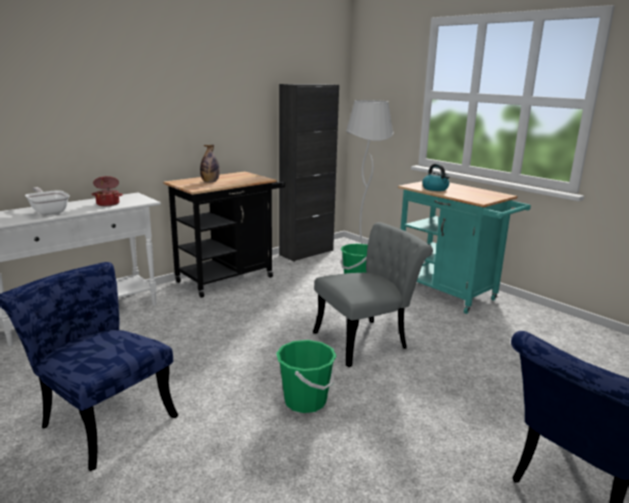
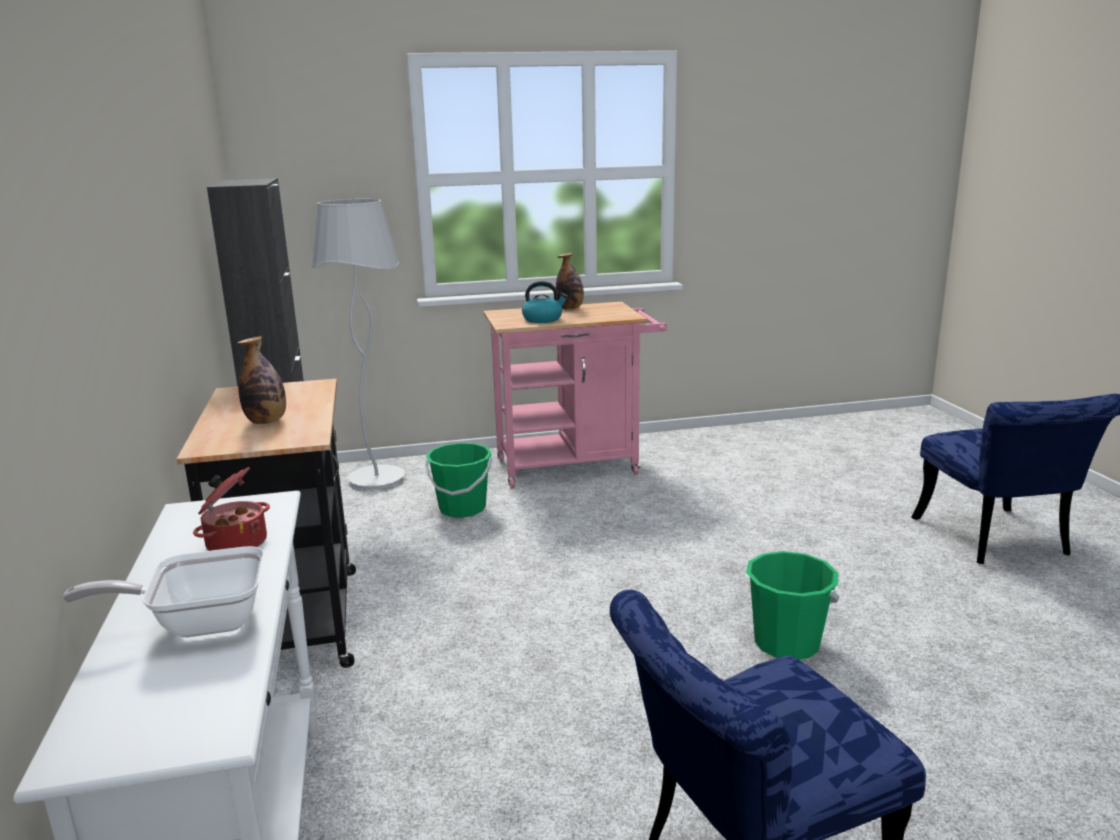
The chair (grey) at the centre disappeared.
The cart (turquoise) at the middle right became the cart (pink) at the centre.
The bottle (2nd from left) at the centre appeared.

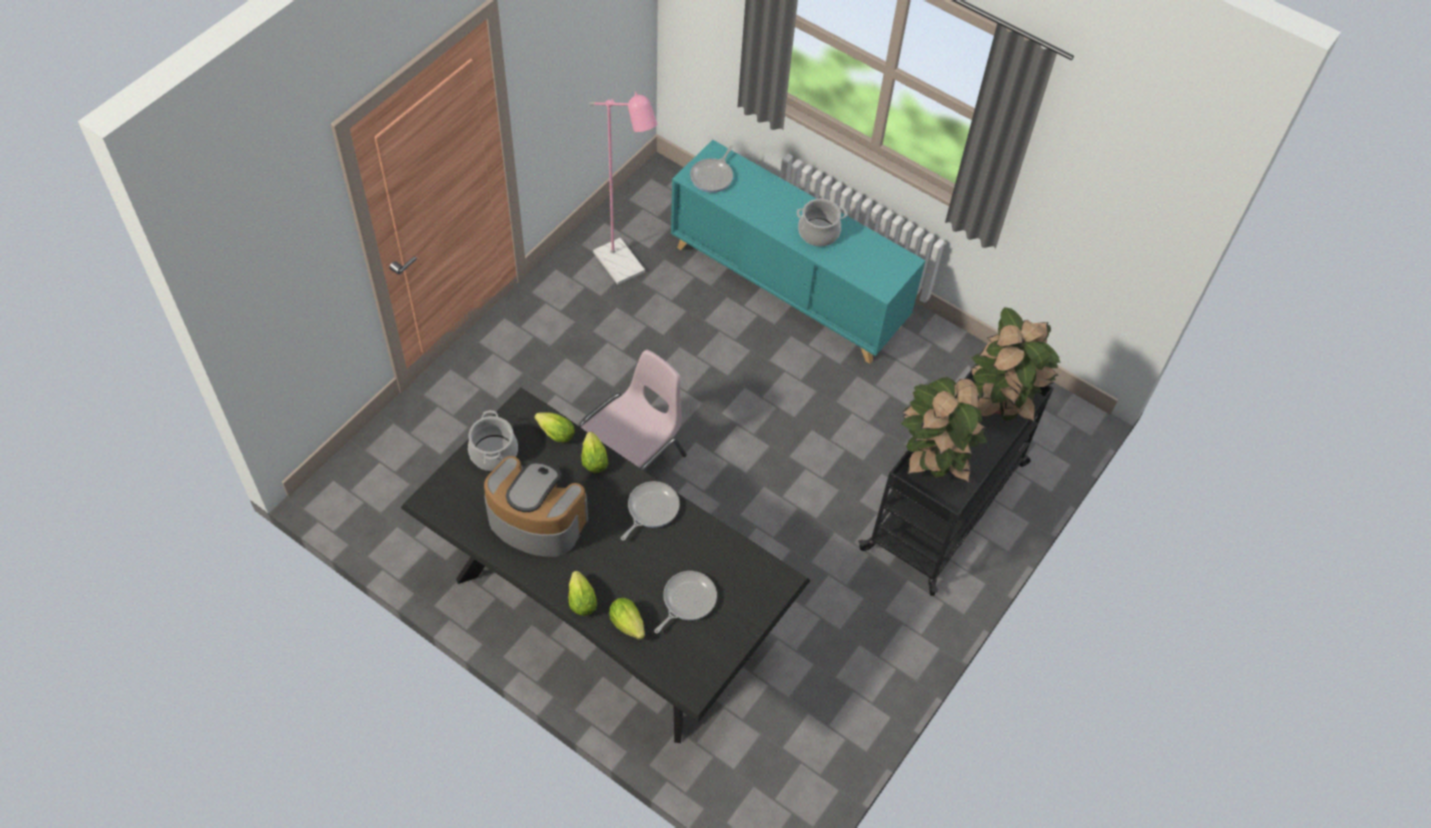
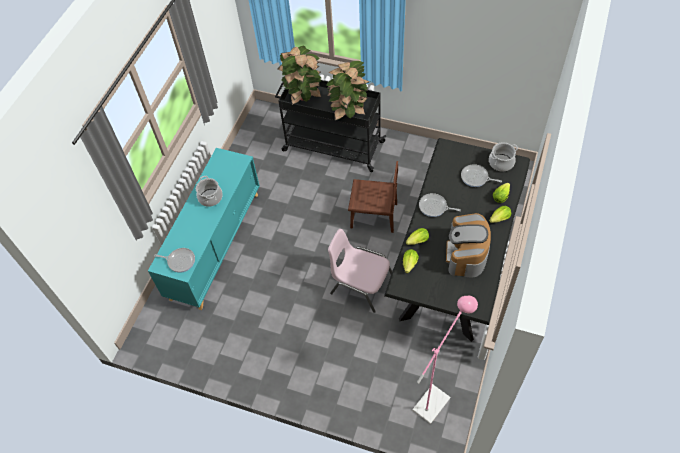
The cooking pot (1st from left in the first image) moved from the centre to the middle right.
The floor lamp (pink) moved from the top centre to the bottom centre.
The chair (brown) at the centre appeared.

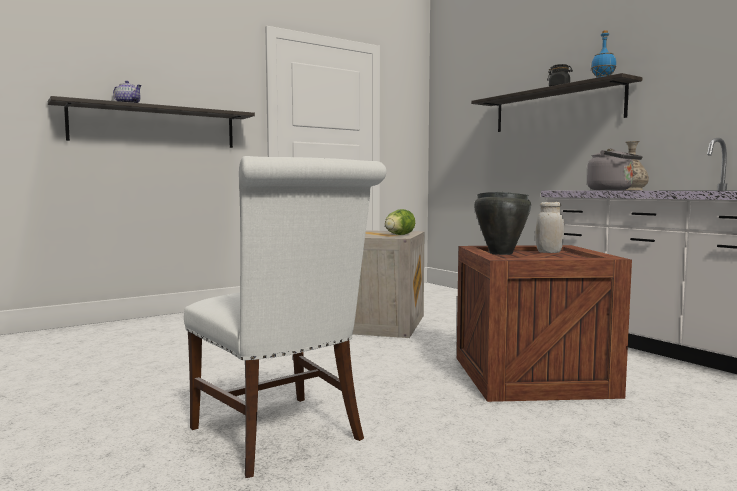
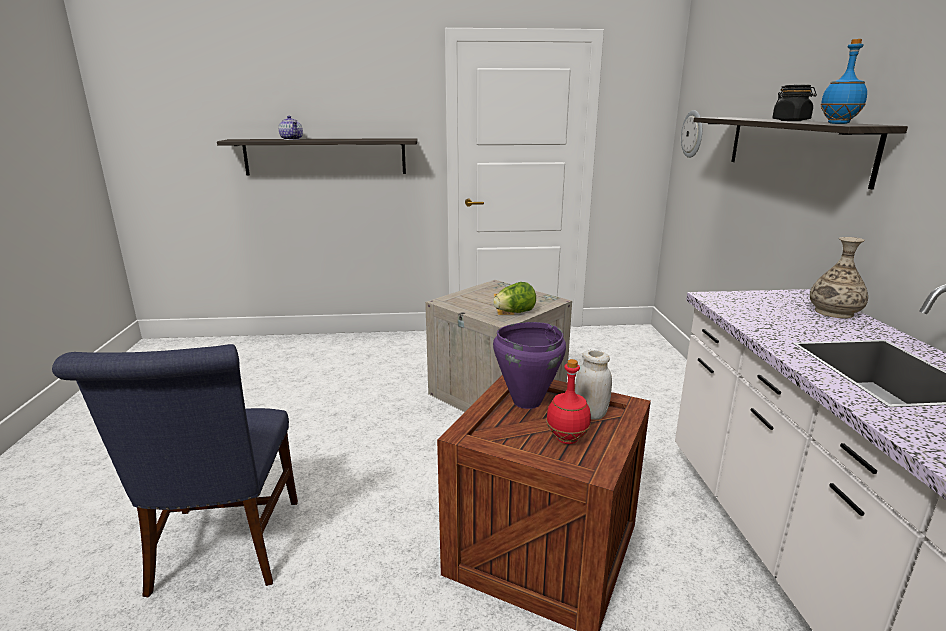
The chair (white) at the centre became the chair (blue) at the bottom left.
The cooking pot (black) at the middle right became the cooking pot (purple) at the centre.
The kettle (grey) at the middle right disappeared.
The bottle (red) at the centre appeared.
The wall clock at the top right appeared.

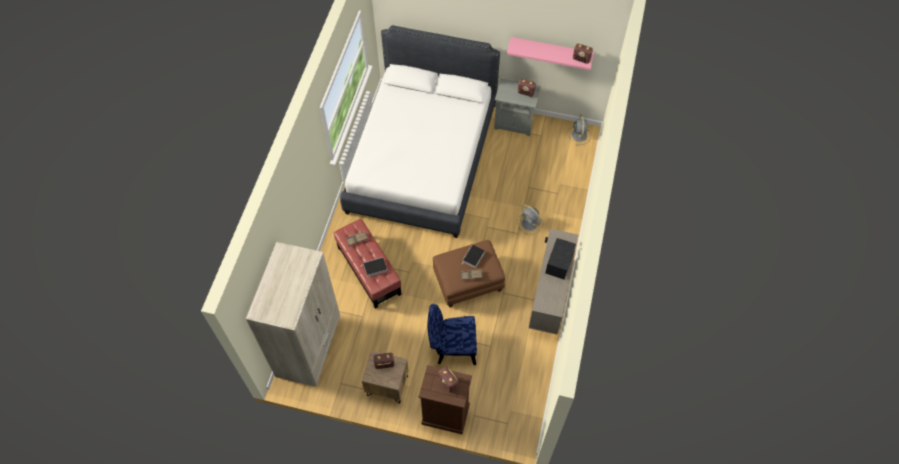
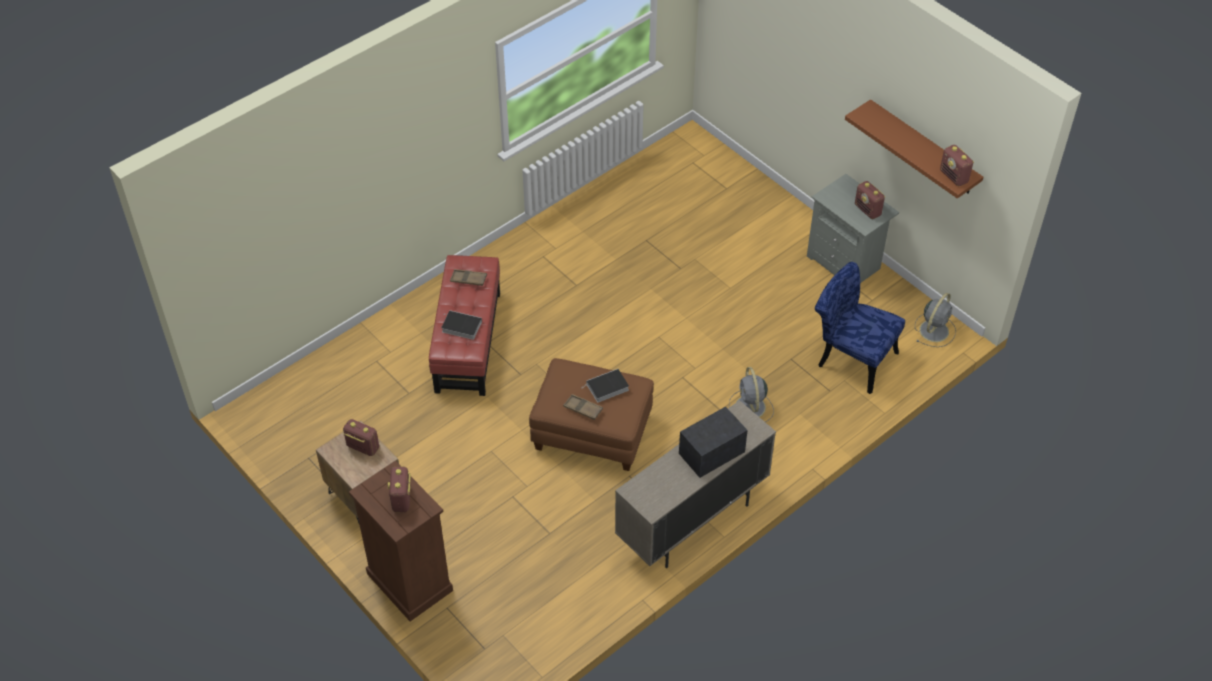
The wardrobe (beige) at the bottom left disappeared.
The bed (white) at the top centre disappeared.
The chair (blue) moved from the bottom centre to the middle right.
The shelf (pink) at the top centre became the shelf (brown) at the top right.

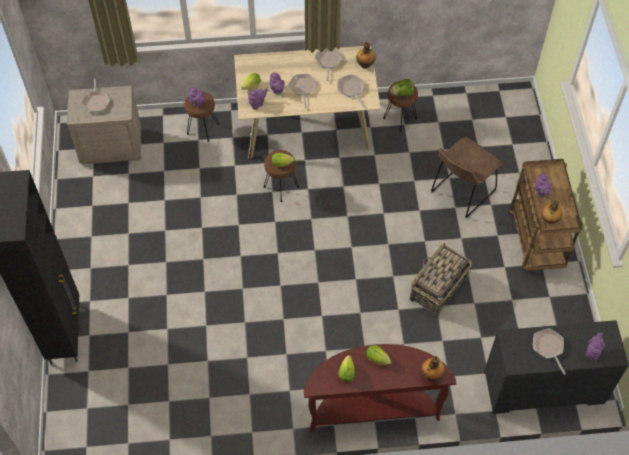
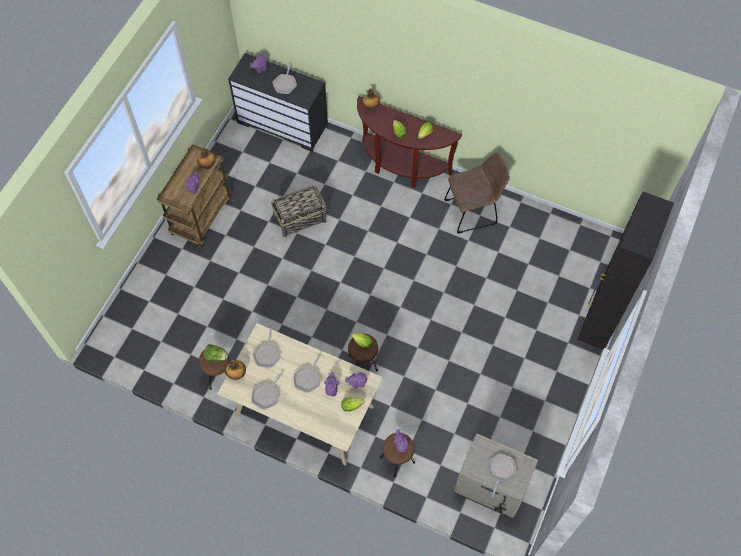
The chair (brown) moved from the middle right to the centre.

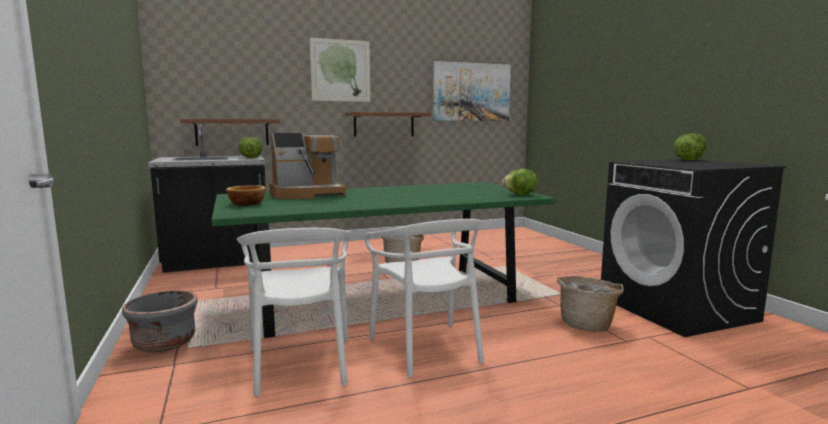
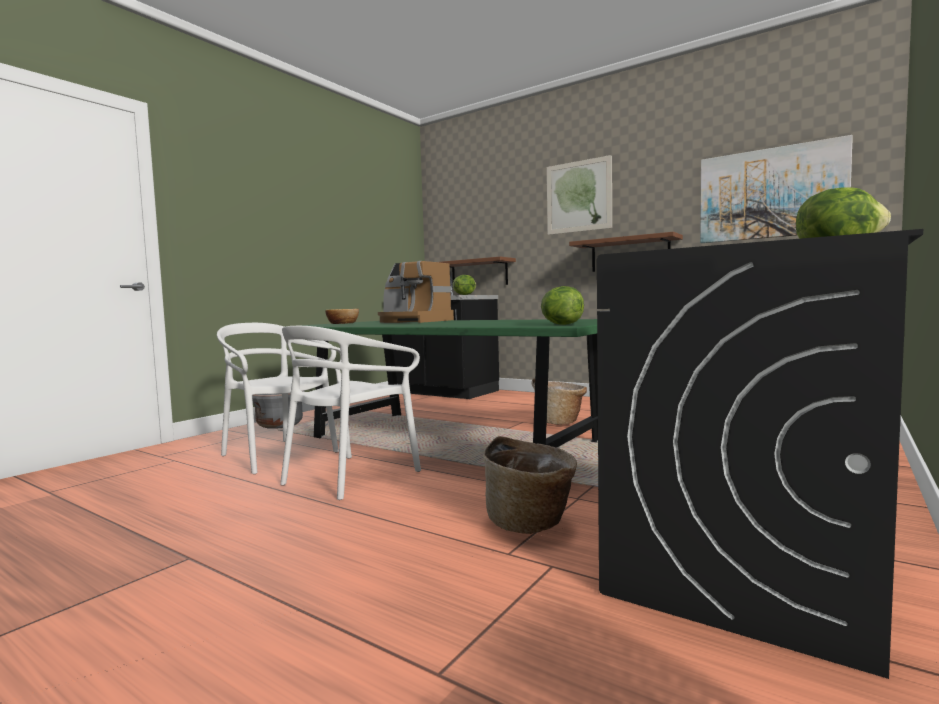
The chair (white) (1st from left) at the bottom centre turned 90 degrees clockwise.

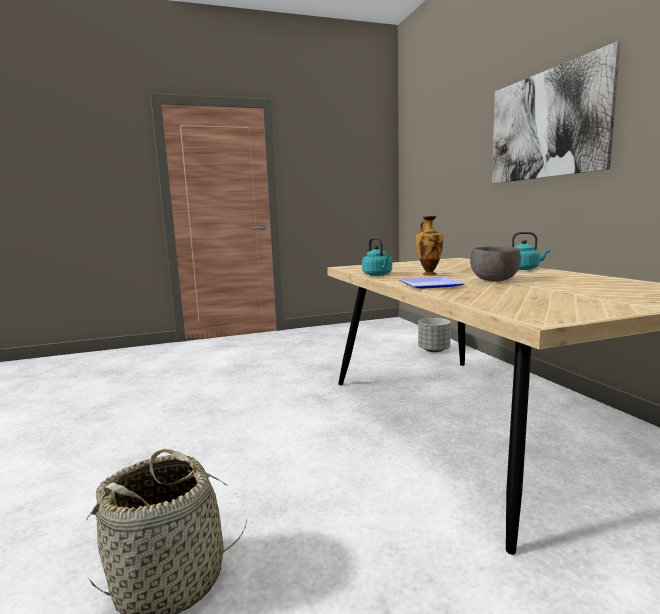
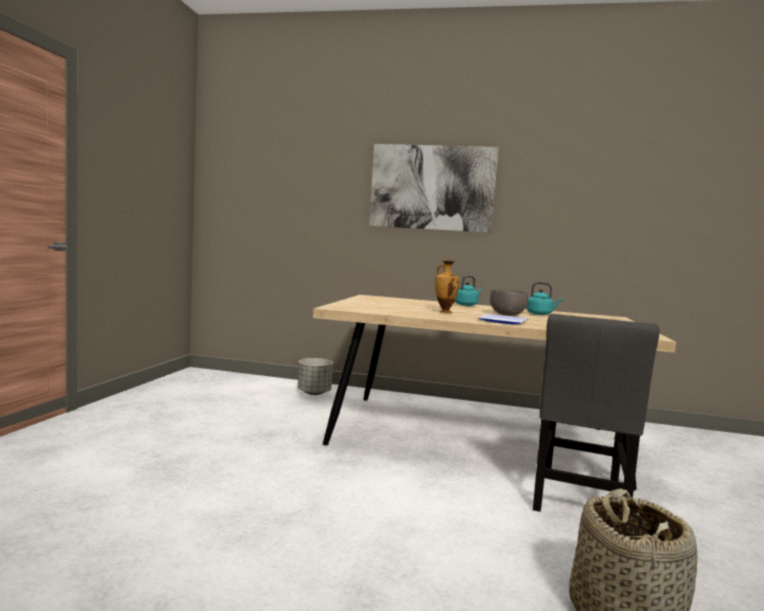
The kettle (turquoise) (1st from left in the first image) moved from the centre to the middle right.
The chair (grey) at the bottom right appeared.

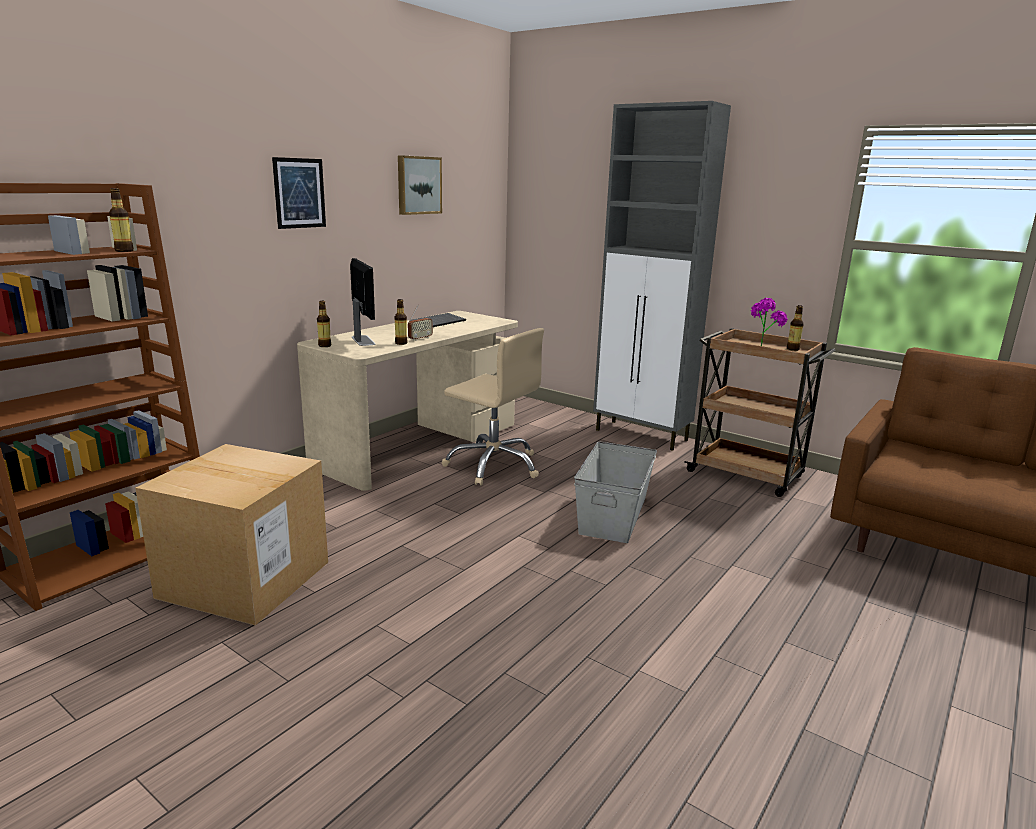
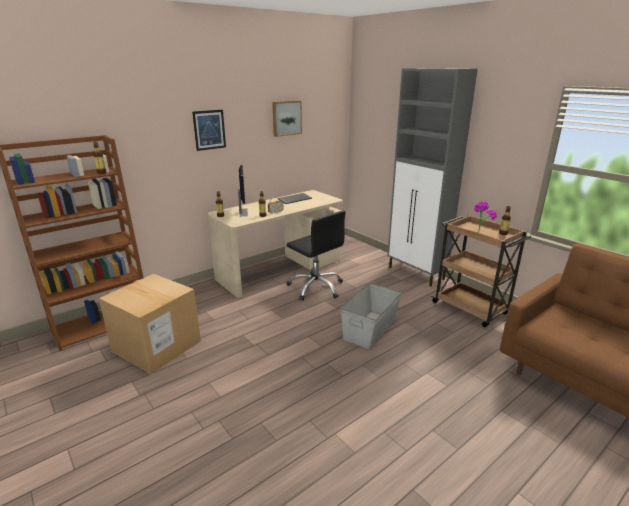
The office chair (beige) at the centre became the office chair (black) at the centre.

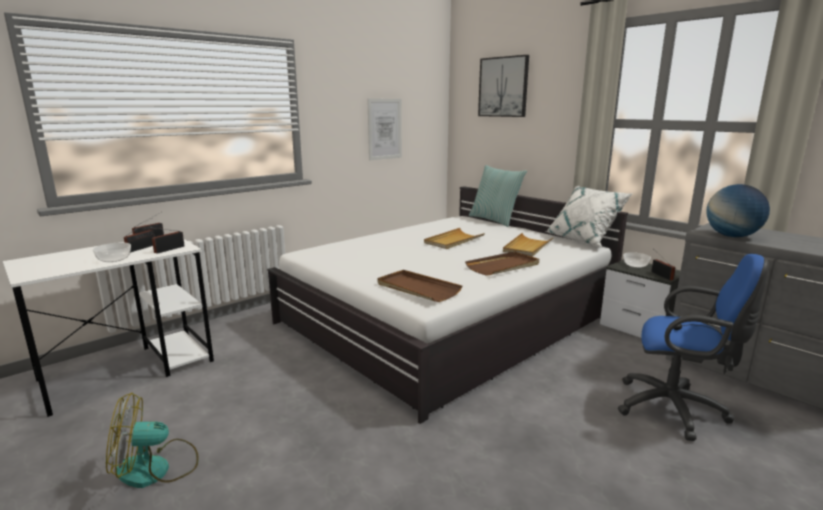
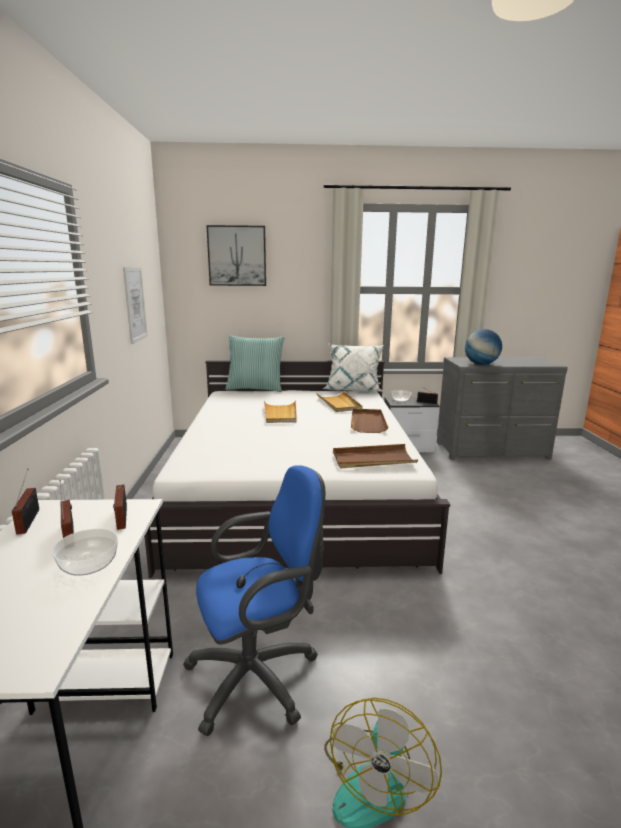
The office chair (blue) moved from the bottom right to the bottom centre.

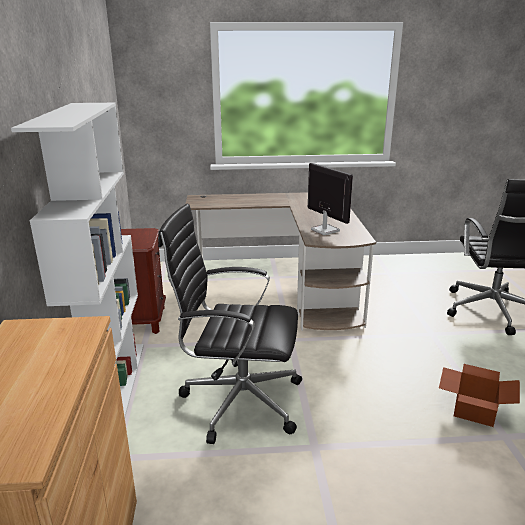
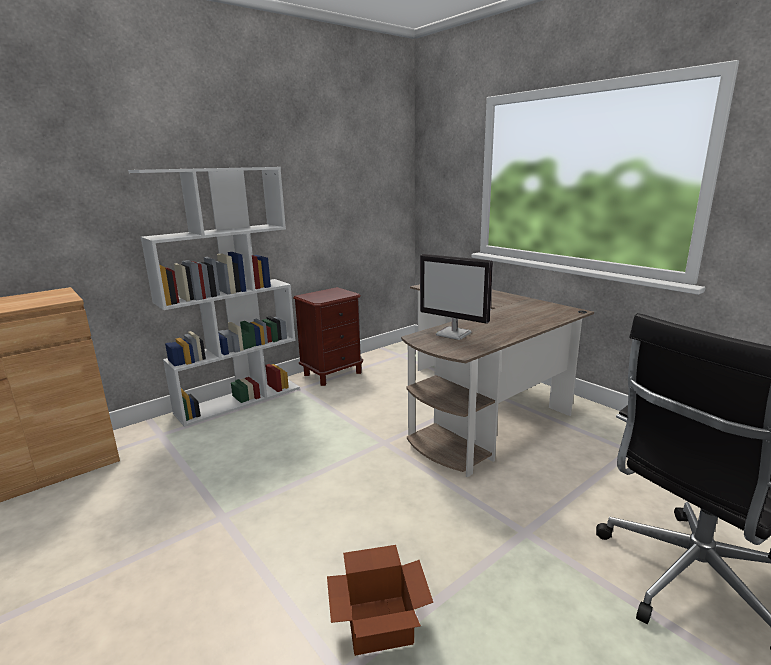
The office chair (black) (1st from left) at the centre disappeared.
The monitor at the centre turned 105 degrees clockwise.

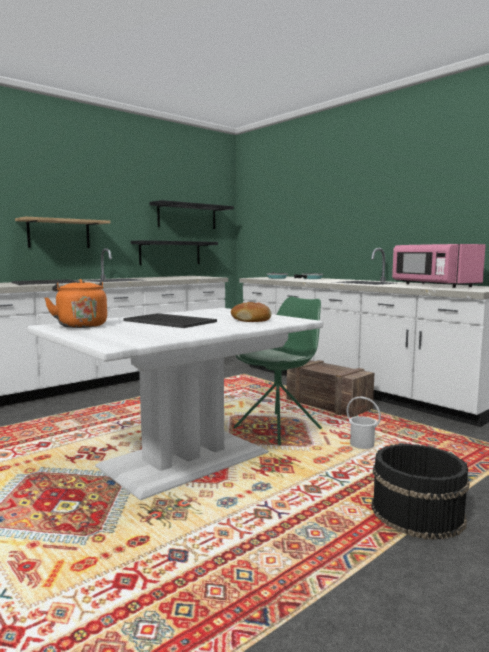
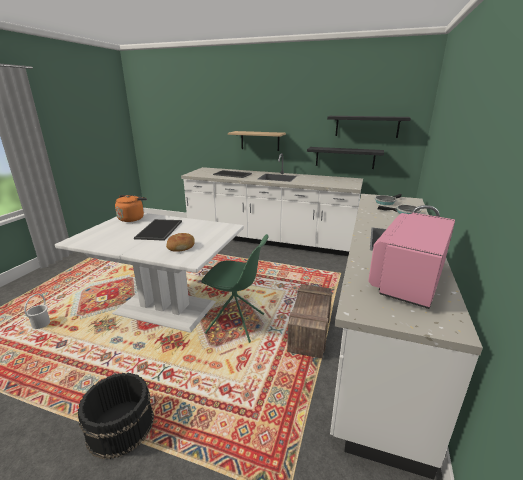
The bucket (white) moved from the middle right to the middle left.

